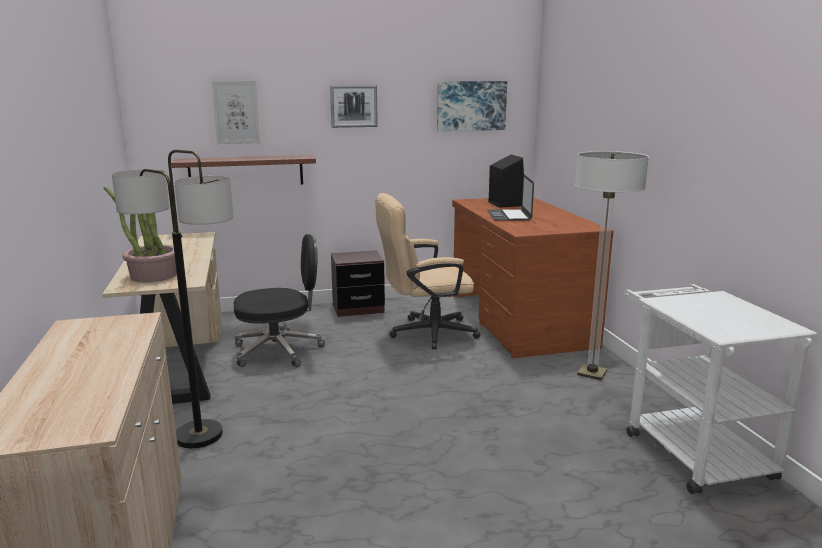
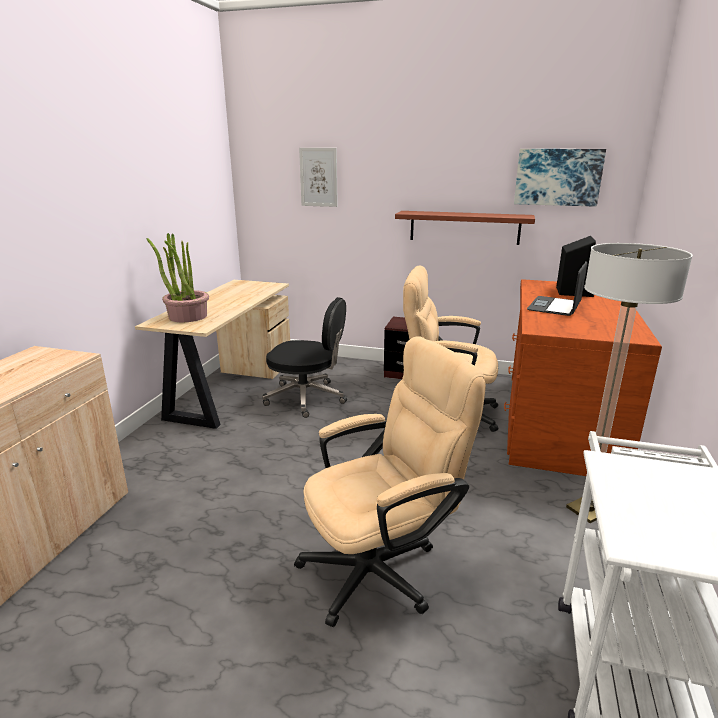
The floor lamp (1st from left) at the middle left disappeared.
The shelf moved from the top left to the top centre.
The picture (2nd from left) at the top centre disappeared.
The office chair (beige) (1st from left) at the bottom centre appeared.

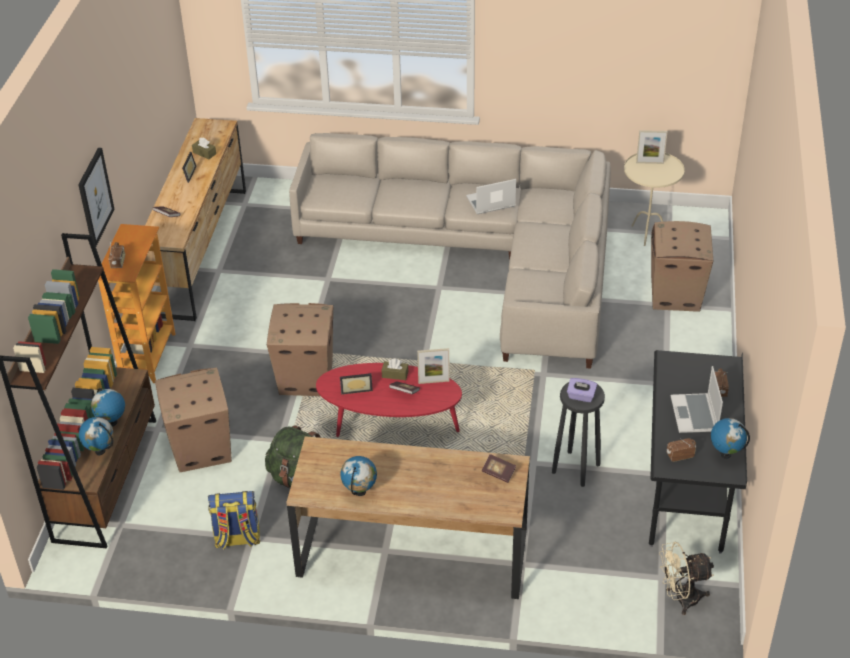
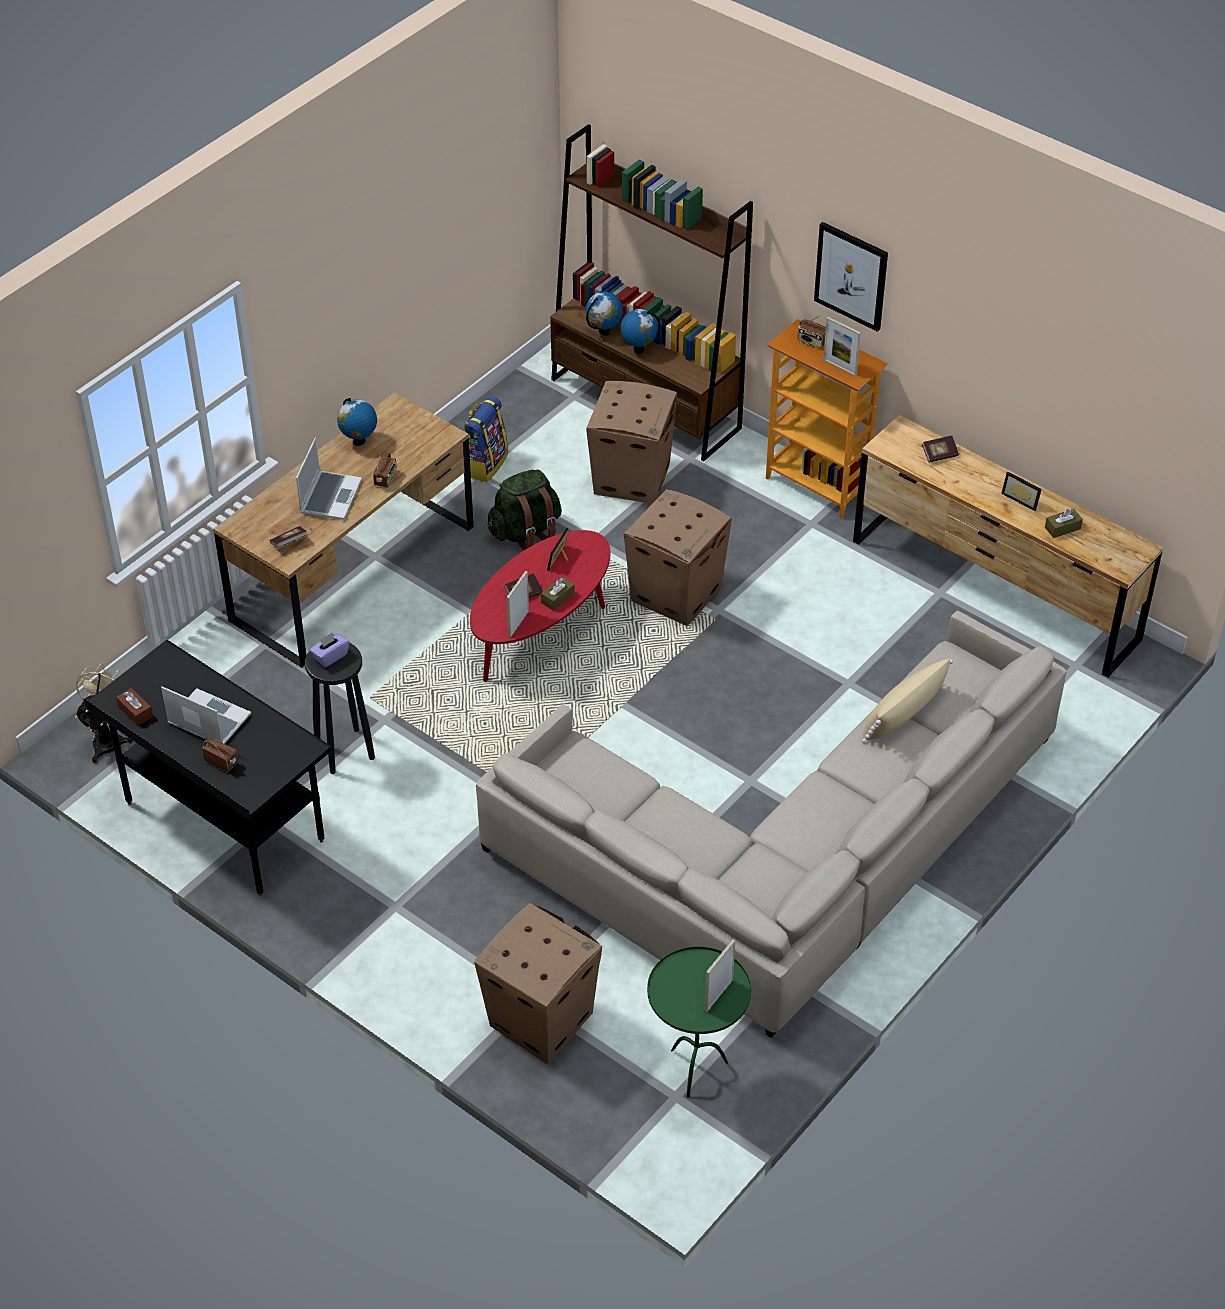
The laptop (1st from left in the first image) moved from the top centre to the middle left.
The side table (beige) at the top right became the side table (green) at the bottom centre.
The radio (2nd from left) moved from the bottom right to the middle left.
The globe (4th from left) at the middle right was replaced by the tissue box (brown) (1st from left) at the middle left.
The picture frame (4th from left) at the top right appeared.
The pillow (beige) at the middle right appeared.

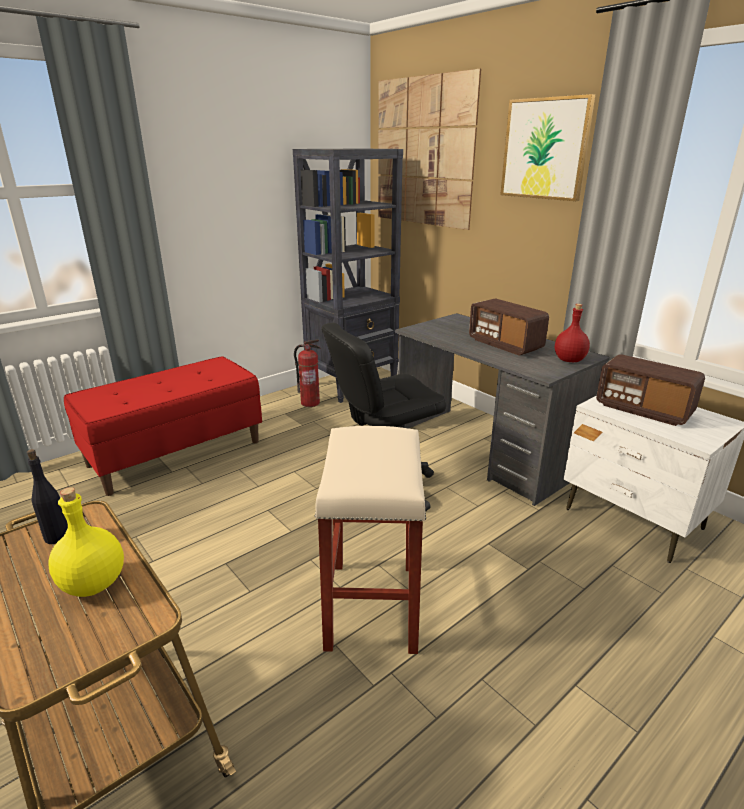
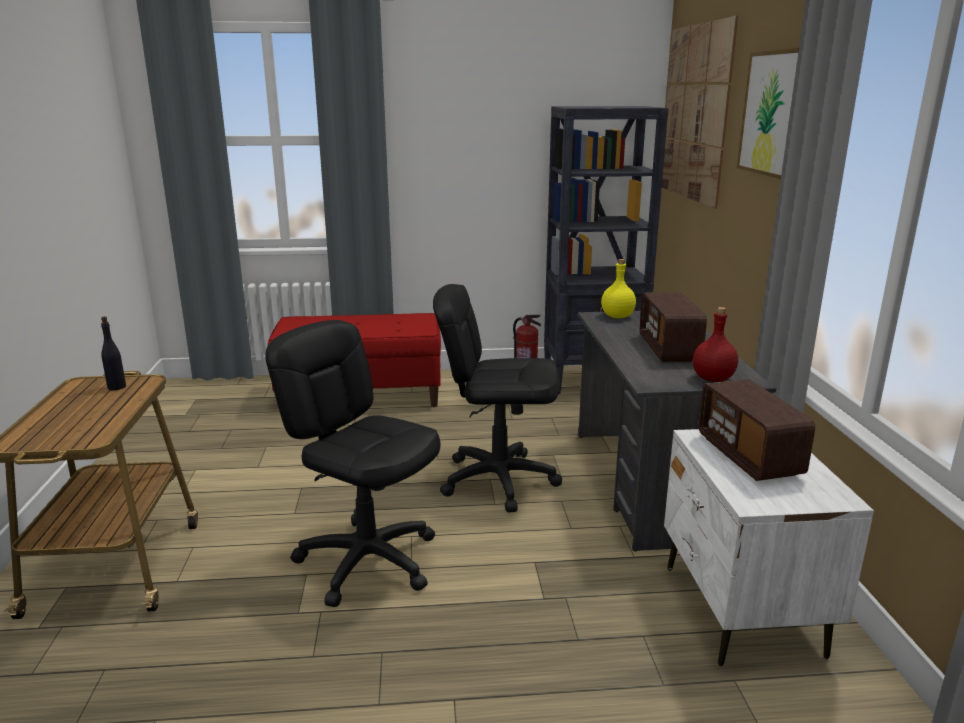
The bottle (yellow) moved from the bottom left to the centre.
The stool (beige) at the bottom centre was replaced by the office chair (black) (1st from left) at the centre.

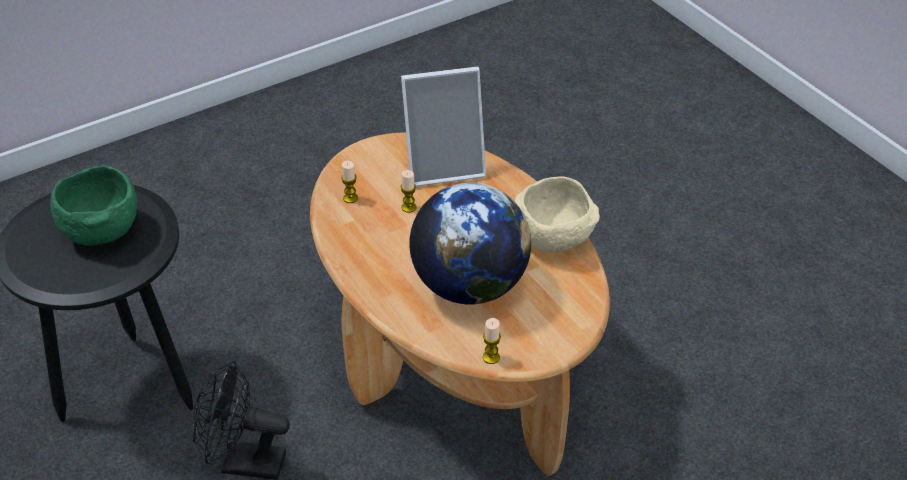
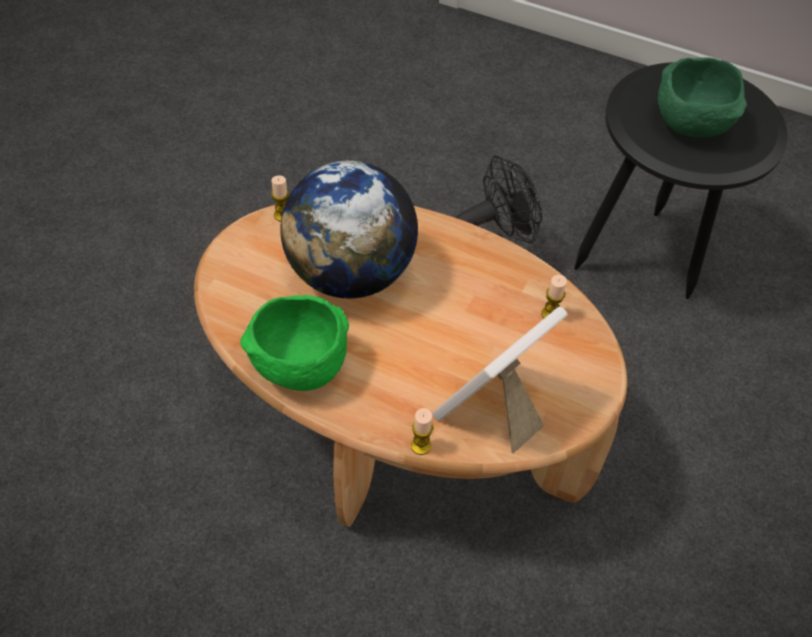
The candle (2nd from left) moved from the centre to the bottom centre.
The bowl (beige) at the centre became the bowl (green) (1st from left) at the centre.

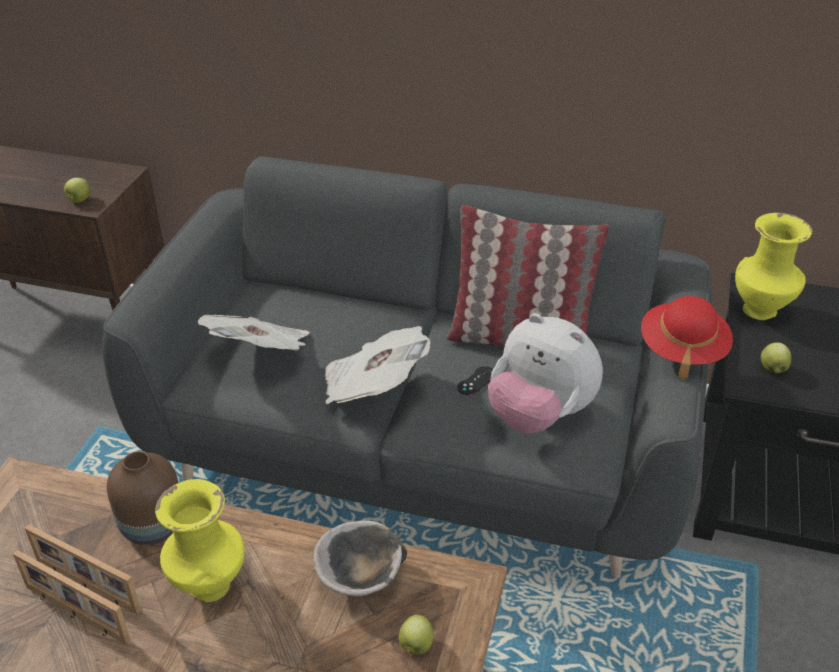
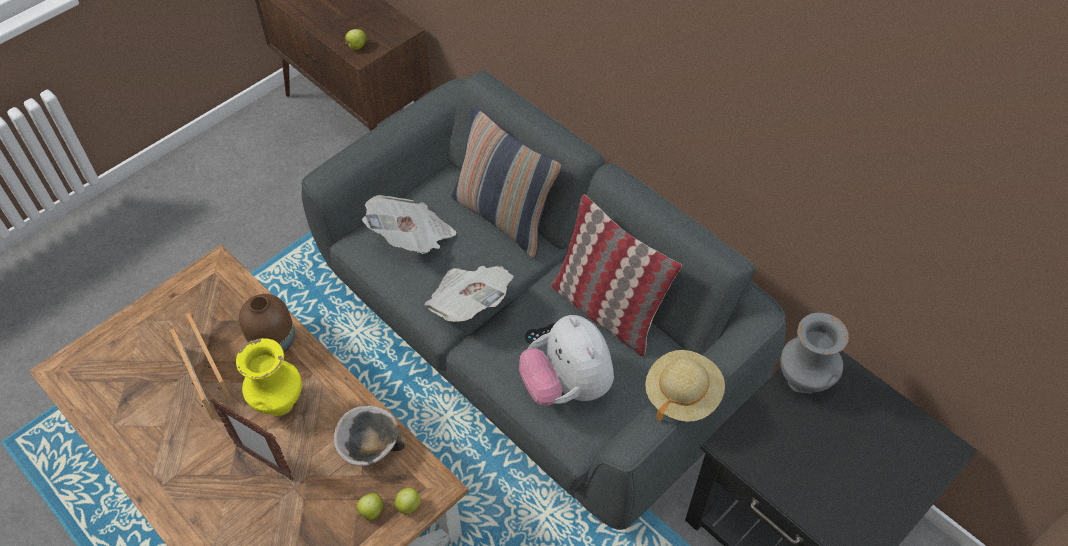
The hat (red) at the middle right became the hat (beige) at the bottom centre.
The vase (yellow) (2nd from left) at the middle right became the vase (grey) at the middle right.
The apple (3rd from left) moved from the middle right to the bottom centre.
The picture frame (3rd from left) at the bottom left appeared.
The pillow (1st from left) at the centre appeared.

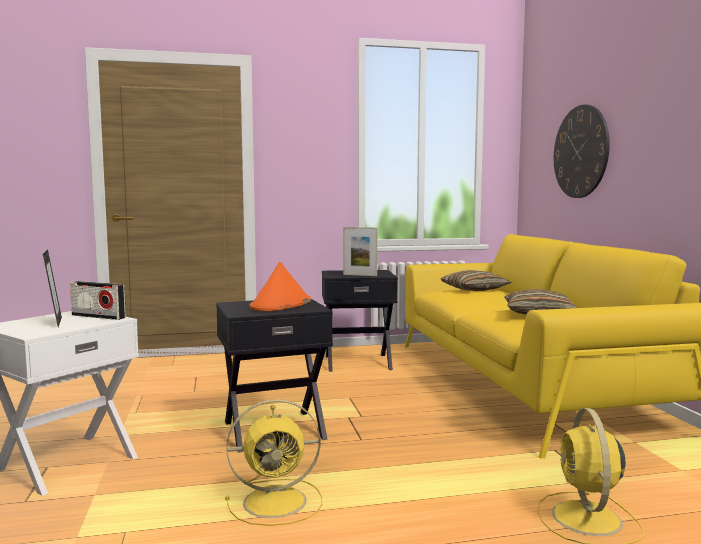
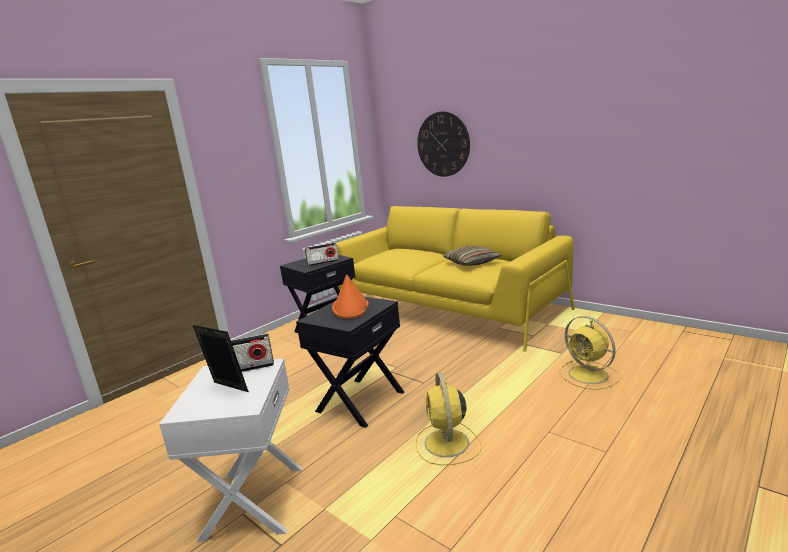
The fan (yellow) (1st from left) at the bottom centre turned 135 degrees clockwise.
The picture frame (2nd from left) at the centre was replaced by the radio (2nd from left) at the centre.
The pillow (1st from left) at the middle right disappeared.

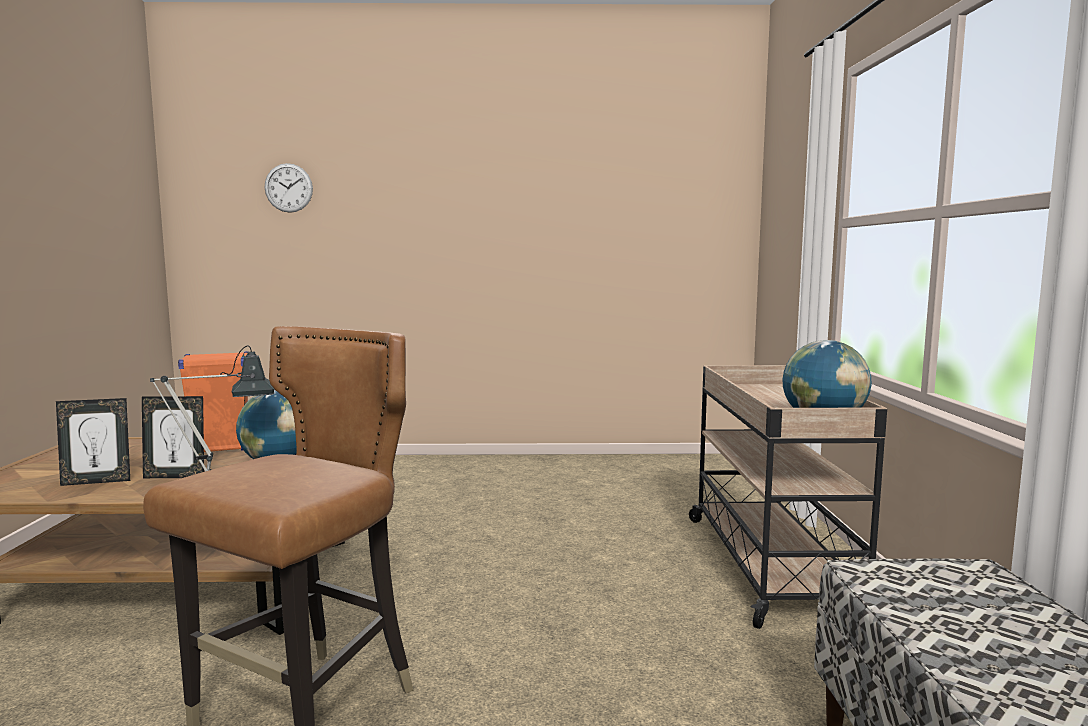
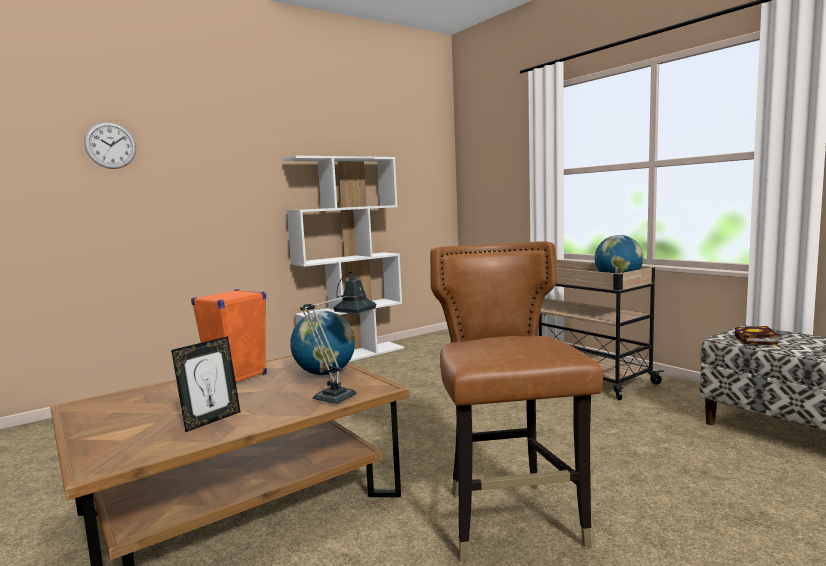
The picture frame (2nd from left) at the middle left disappeared.
The bookcase (white) at the centre appeared.
The book at the middle right appeared.

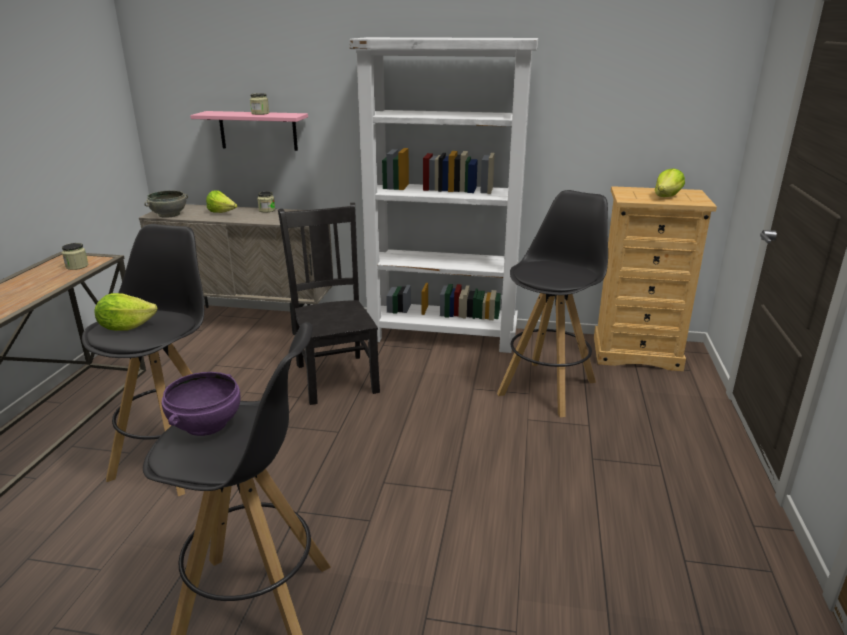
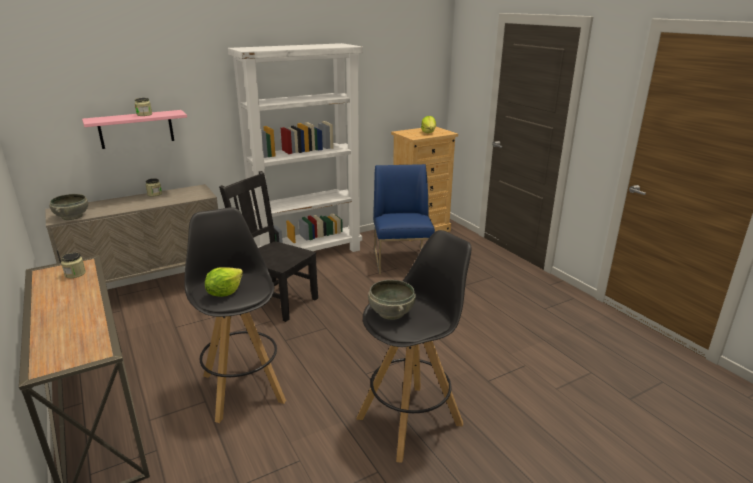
The bowl (purple) at the middle left became the bowl (grey) (2nd from left) at the centre.
The lettuce (2nd from left) at the top left disappeared.
The stool (black) (3rd from left) at the centre was replaced by the chair (blue) at the centre.

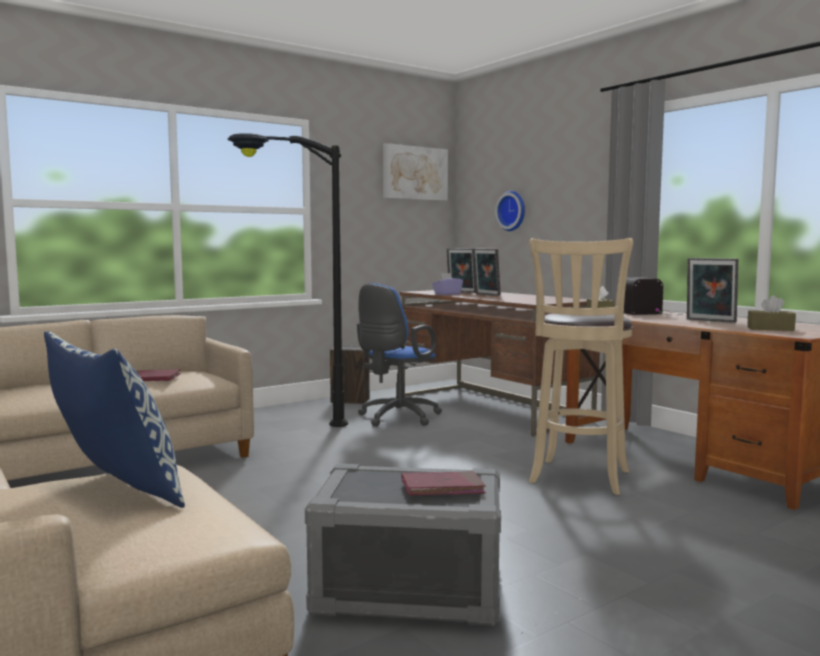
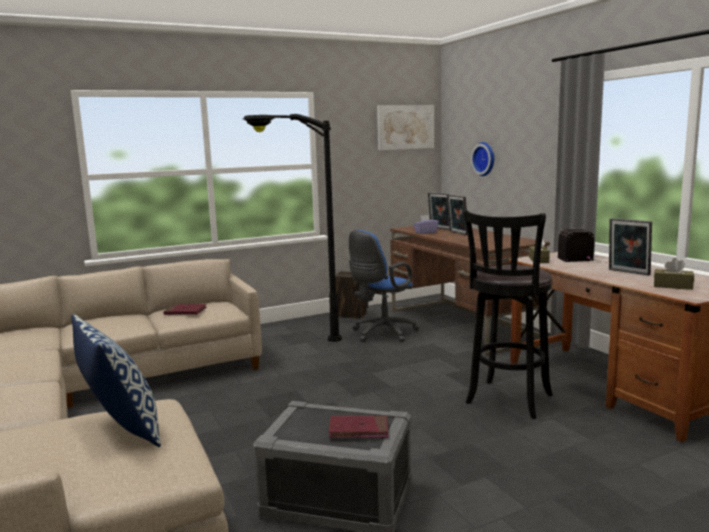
The stool (beige) at the middle right became the stool (black) at the middle right.

